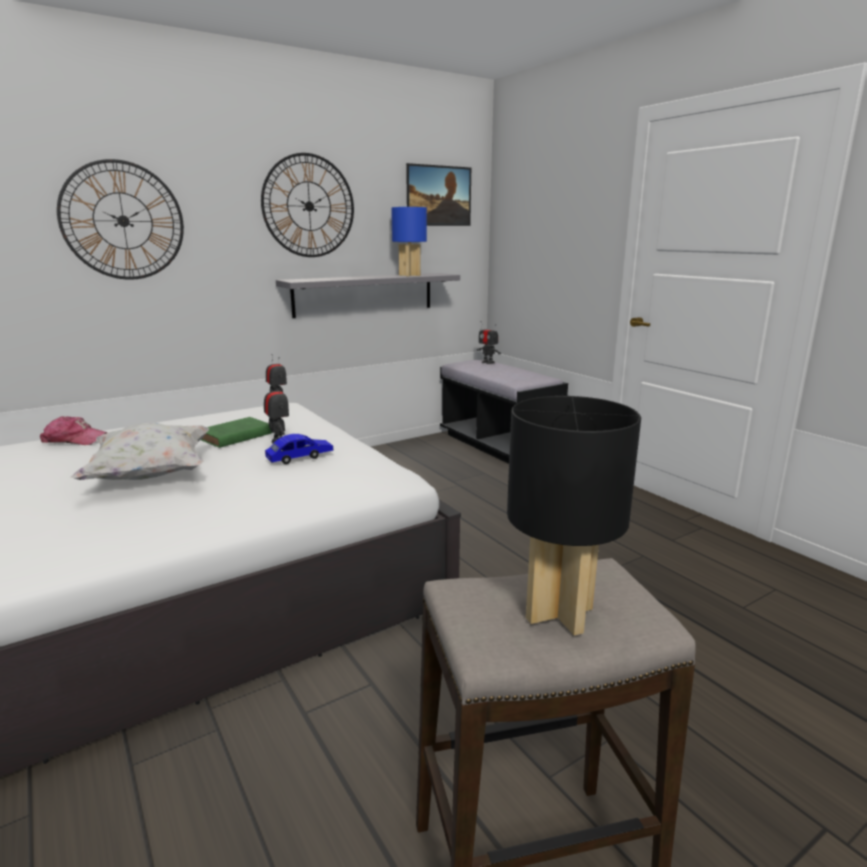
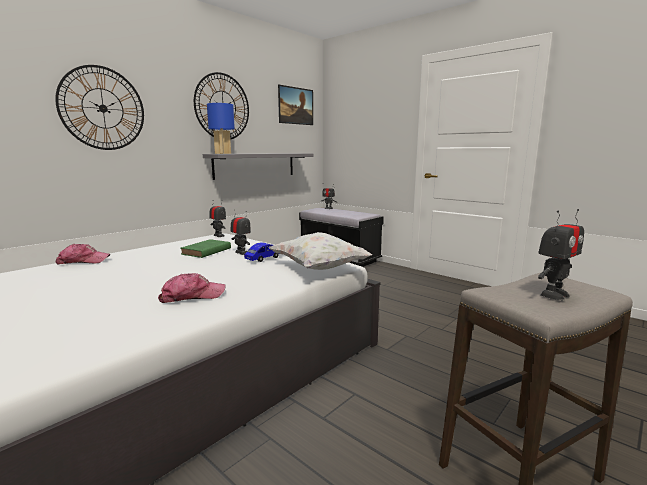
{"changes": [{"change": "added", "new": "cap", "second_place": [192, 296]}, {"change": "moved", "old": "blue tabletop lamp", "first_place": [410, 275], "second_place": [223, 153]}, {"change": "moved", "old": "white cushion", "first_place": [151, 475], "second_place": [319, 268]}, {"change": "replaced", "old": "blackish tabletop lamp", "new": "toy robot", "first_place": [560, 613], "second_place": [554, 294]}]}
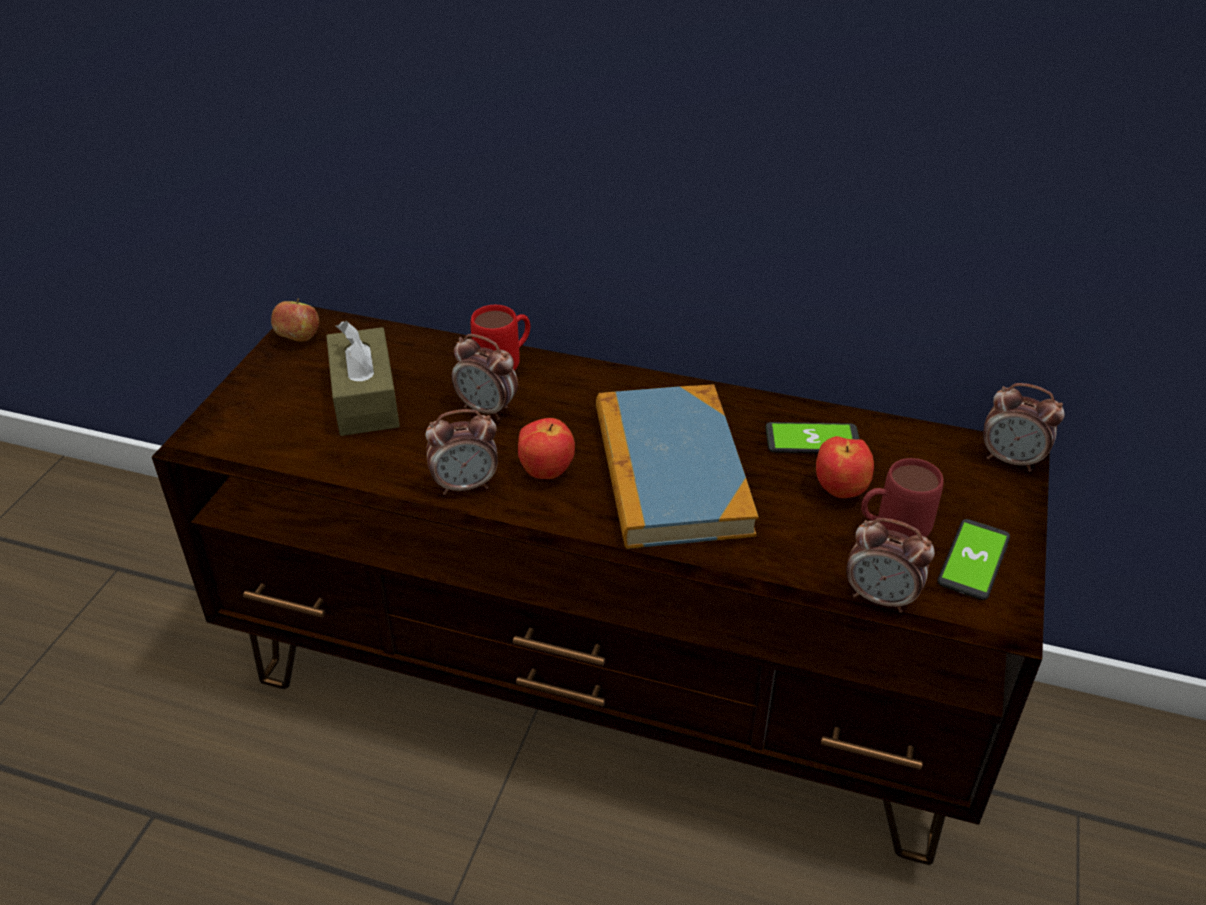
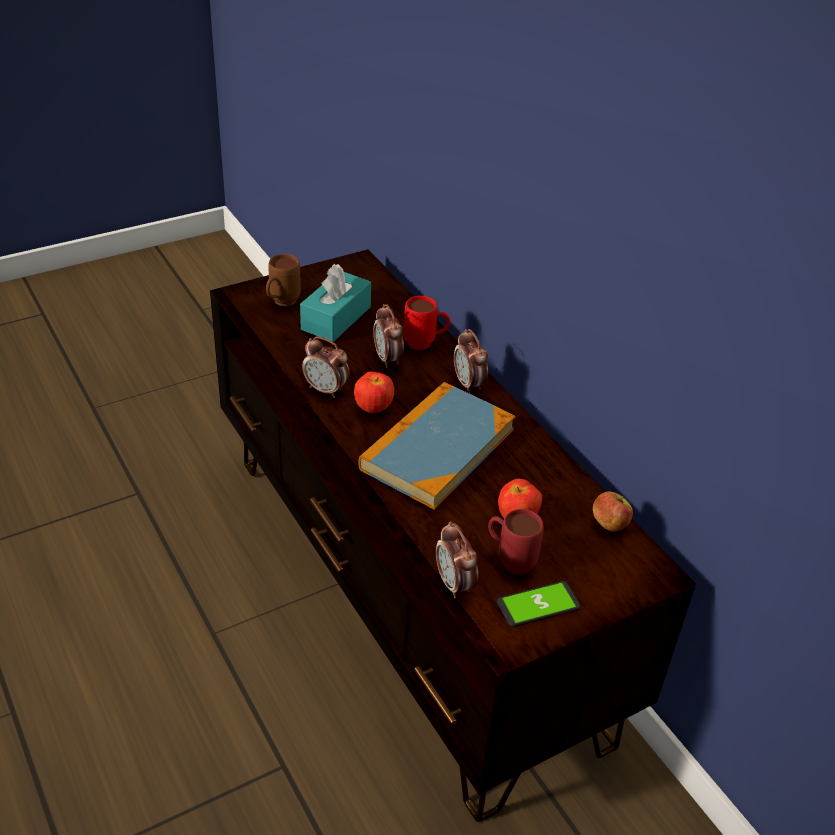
{"changes": [{"change": "added", "new": "brown tea mug", "second_place": [281, 304]}, {"change": "recoloured", "old": "brown box of tissues", "new": "turquoise-coloured box of tissues", "first_place": [365, 399], "second_place": [336, 318]}, {"change": "moved", "old": "bedside clock", "first_place": [1011, 460], "second_place": [469, 384]}, {"change": "moved", "old": "apple", "first_place": [298, 339], "second_place": [609, 524]}, {"change": "removed", "old": "phone", "first_place": [812, 440]}]}
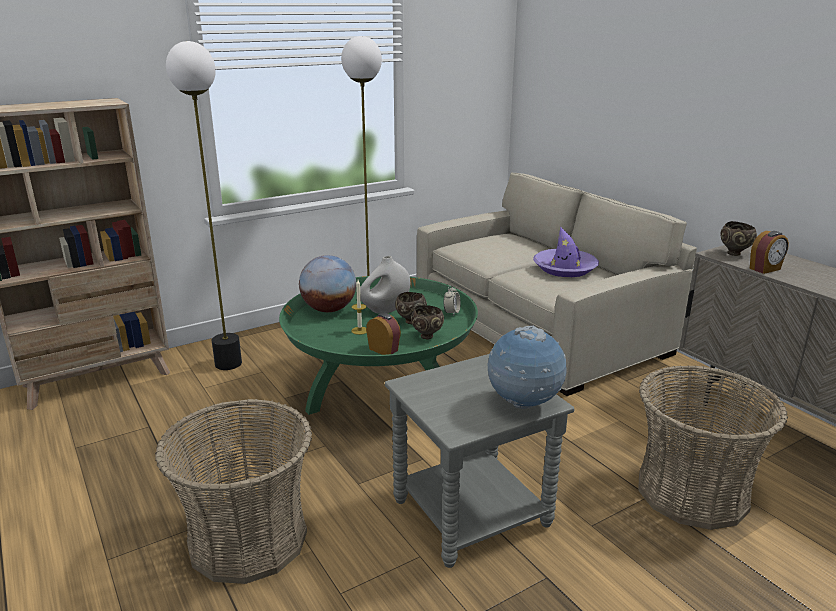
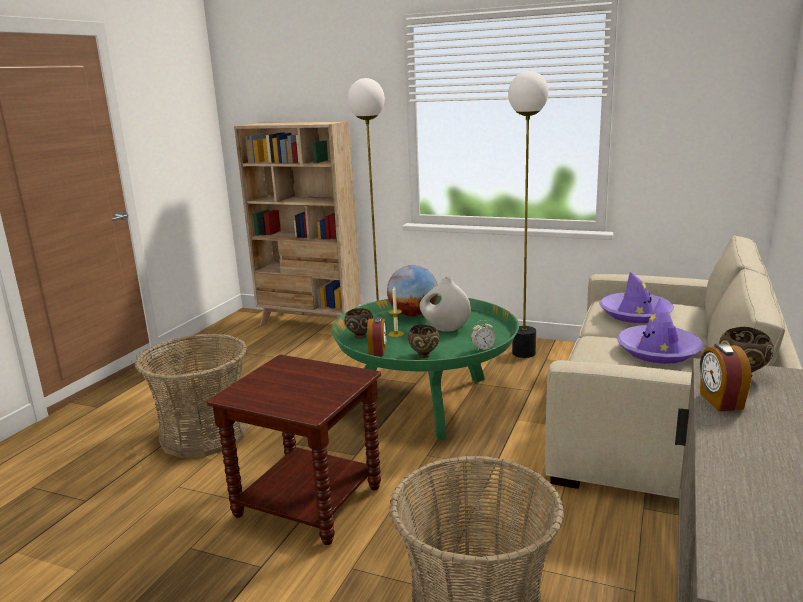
{"changes": [{"change": "recoloured", "old": "grey accent table", "new": "brown accent table", "first_place": [471, 512], "second_place": [309, 501]}, {"change": "moved", "old": "brown deep dish", "first_place": [410, 322], "second_place": [359, 336]}, {"change": "added", "new": "purple hat", "second_place": [635, 314]}, {"change": "turned", "old": "bedside clock", "first_place": [765, 269], "second_place": [720, 401], "degrees": 60}, {"change": "removed", "old": "desk globe", "first_place": [523, 404]}]}
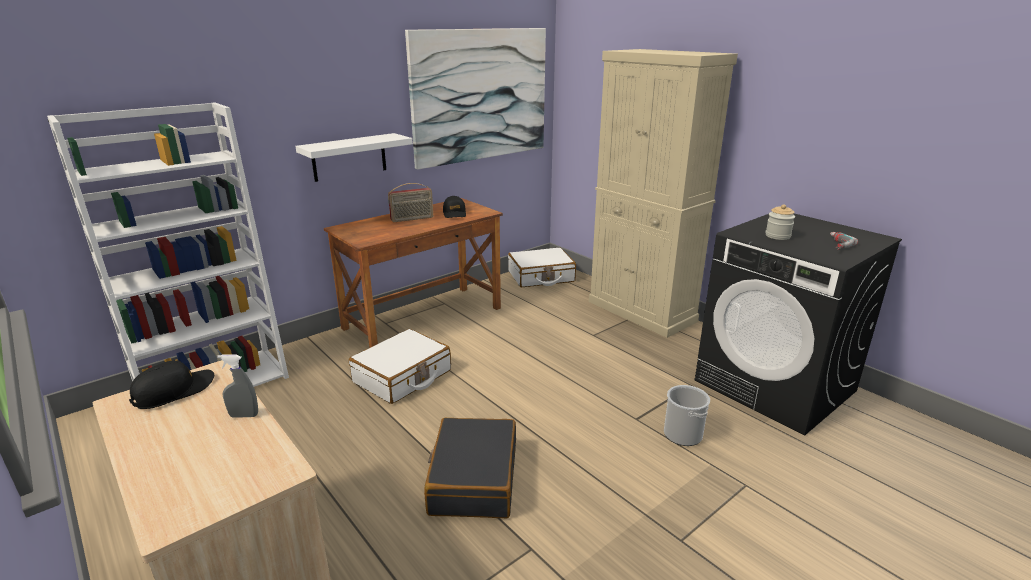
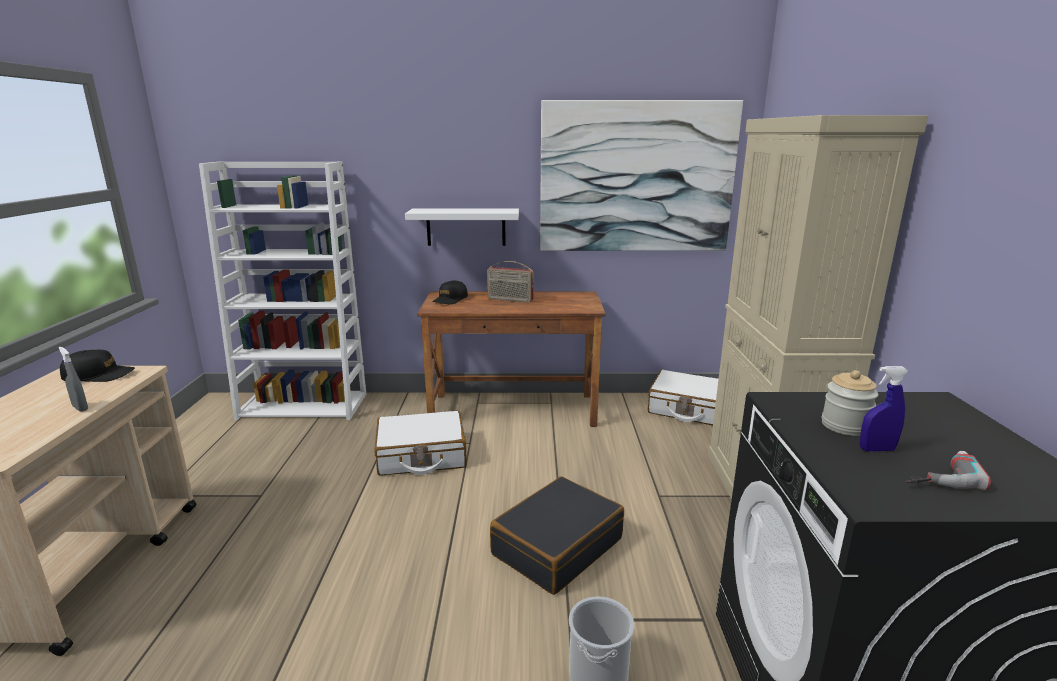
{"changes": [{"change": "moved", "old": "blackish cap", "first_place": [454, 213], "second_place": [450, 299]}, {"change": "moved", "old": "blackish piece of luggage", "first_place": [473, 479], "second_place": [557, 546]}, {"change": "added", "new": "blue sprayer", "second_place": [876, 449]}]}
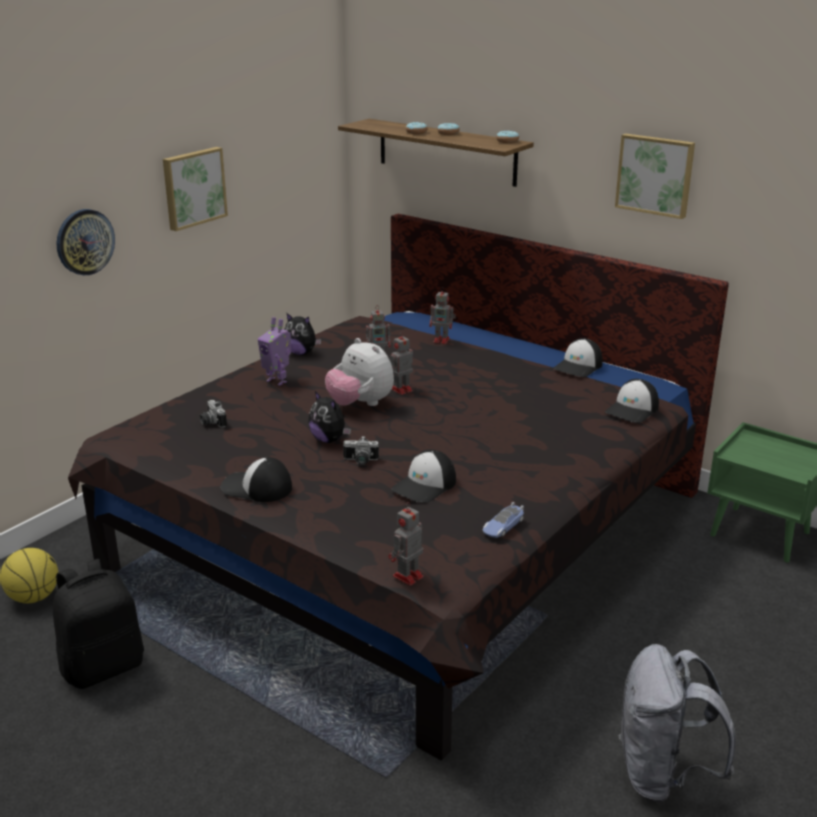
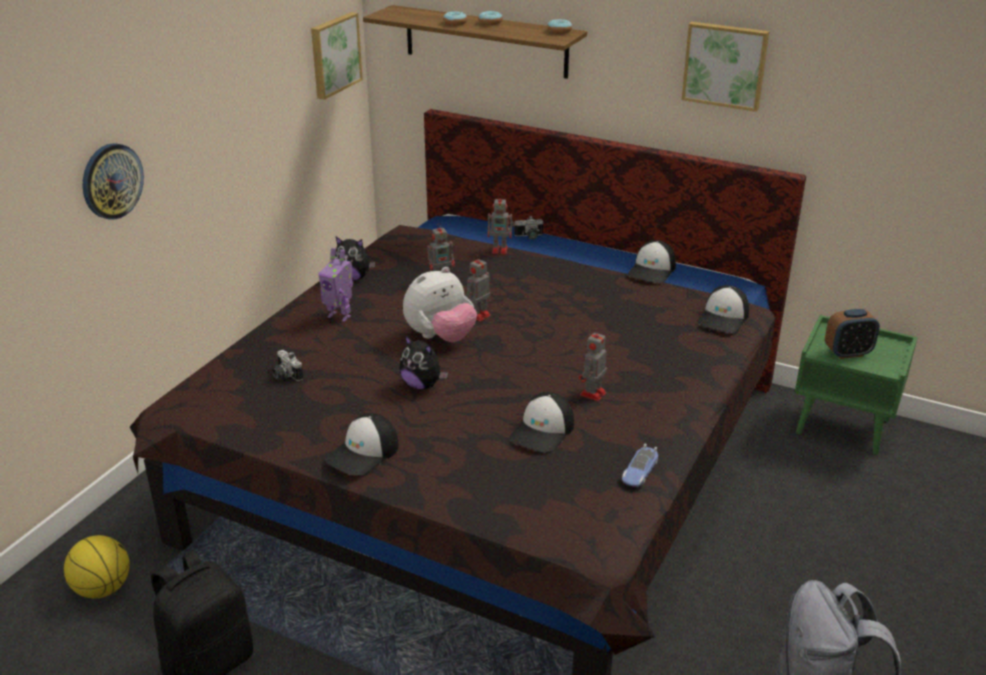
{"changes": [{"change": "moved", "old": "wall art", "first_place": [193, 187], "second_place": [334, 54]}, {"change": "turned", "old": "cap", "first_place": [256, 488], "second_place": [363, 453], "degrees": -60}, {"change": "turned", "old": "soft toy", "first_place": [360, 404], "second_place": [440, 337], "degrees": -75}, {"change": "moved", "old": "photo camera", "first_place": [360, 461], "second_place": [529, 237]}, {"change": "moved", "old": "toy robot", "first_place": [407, 577], "second_place": [592, 394]}, {"change": "added", "new": "bedside clock", "second_place": [848, 353]}]}
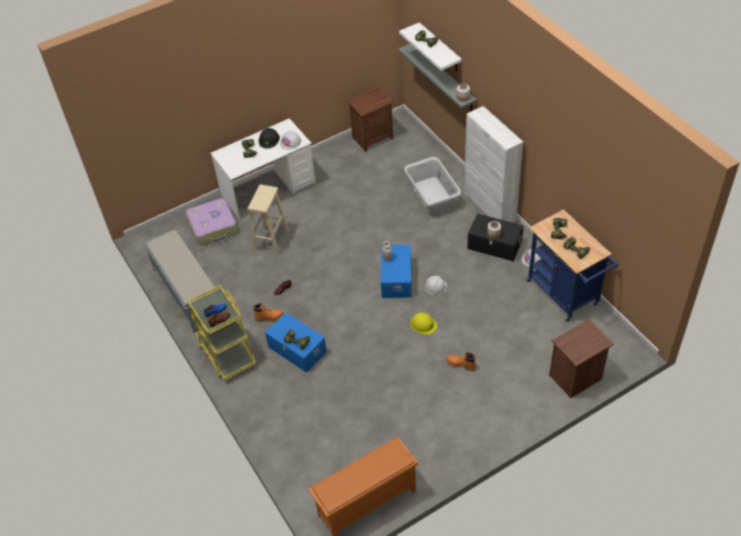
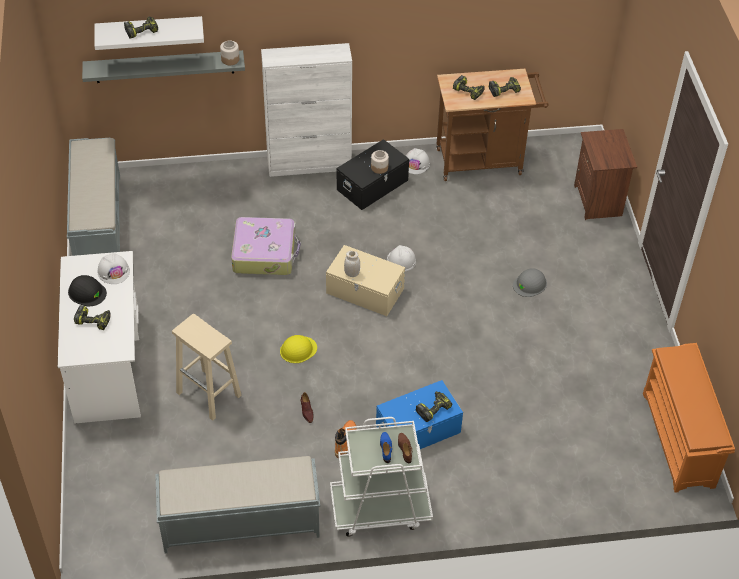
{"changes": [{"change": "replaced", "old": "brown night table", "new": "grey long seat", "first_place": [372, 137], "second_place": [98, 222]}, {"change": "moved", "old": "piece of luggage", "first_place": [213, 227], "second_place": [265, 253]}, {"change": "moved", "old": "yellowish safety helmet", "first_place": [423, 324], "second_place": [298, 349]}, {"change": "recoloured", "old": "blue storage bin", "new": "beige-coloured storage bin", "first_place": [396, 279], "second_place": [365, 291]}, {"change": "recoloured", "old": "yellowish trolley", "new": "white trolley", "first_place": [227, 353], "second_place": [380, 509]}, {"change": "recoloured", "old": "blue trolley", "new": "brown trolley", "first_place": [565, 295], "second_place": [484, 161]}, {"change": "replaced", "old": "orange boot", "new": "grey safety helmet", "first_place": [461, 364], "second_place": [530, 284]}, {"change": "removed", "old": "grey hamper", "first_place": [432, 196]}]}
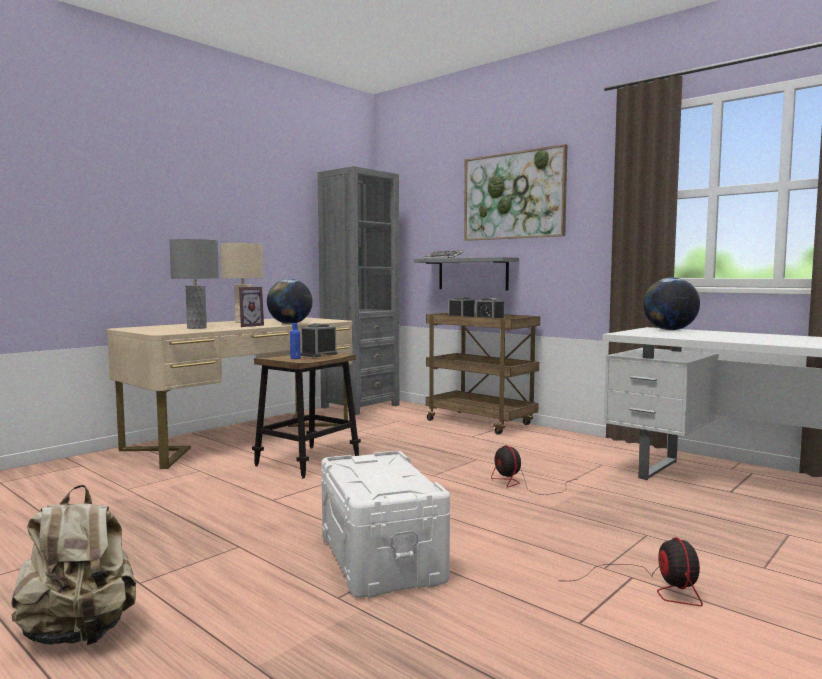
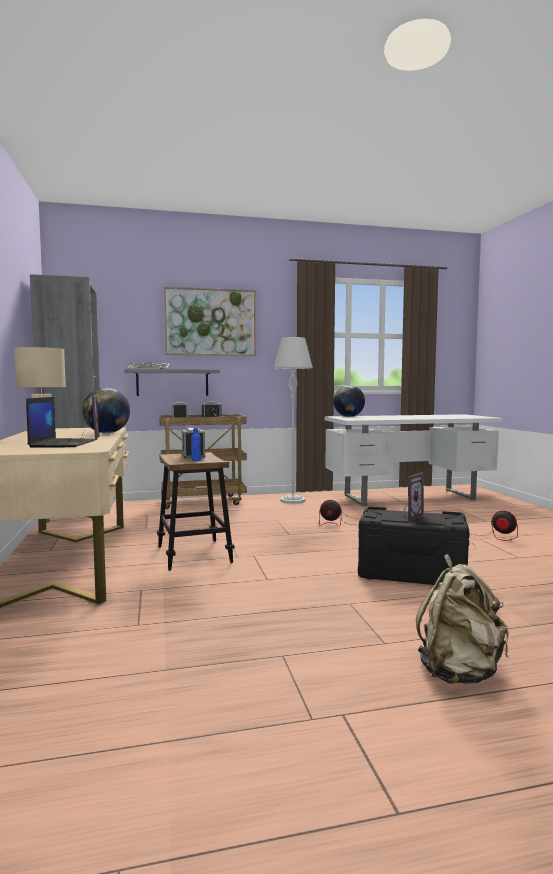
{"changes": [{"change": "replaced", "old": "grey tabletop lamp", "new": "laptop", "first_place": [197, 328], "second_place": [63, 443]}, {"change": "added", "new": "grey standing lamp", "second_place": [292, 500]}, {"change": "recoloured", "old": "white storage bin", "new": "blackish storage bin", "first_place": [382, 557], "second_place": [411, 572]}, {"change": "added", "new": "photo frame", "second_place": [409, 516]}]}
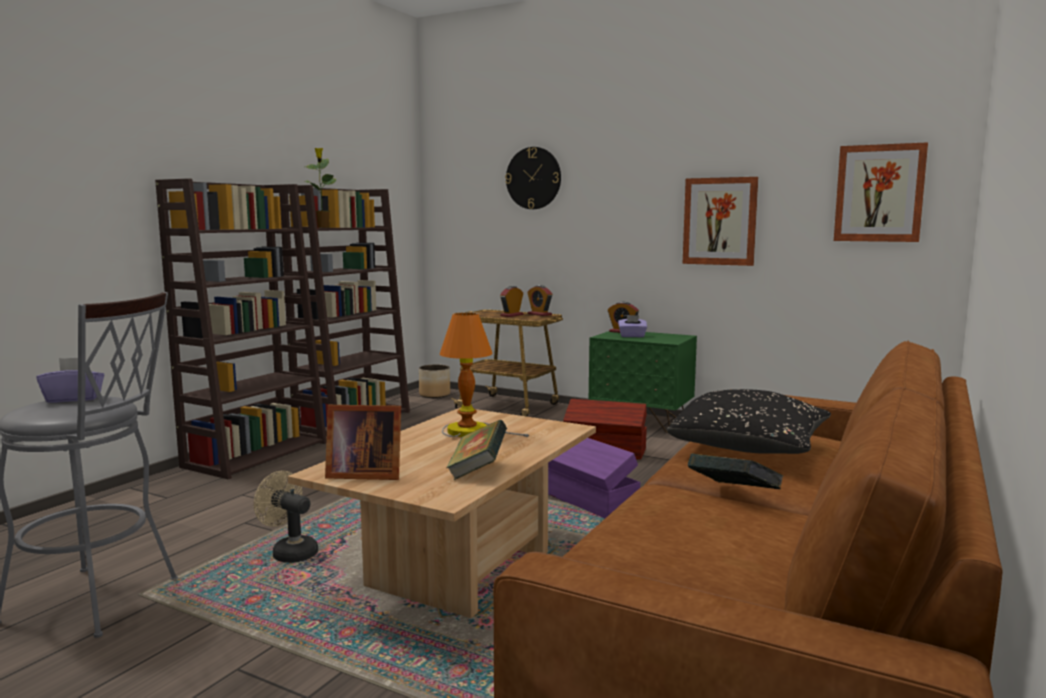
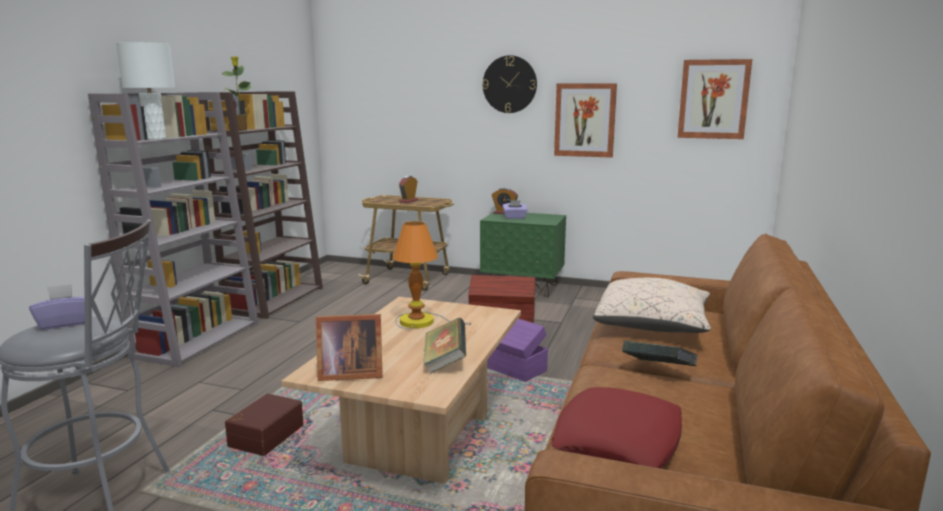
{"changes": [{"change": "recoloured", "old": "brown shelving unit", "new": "grey shelving unit", "first_place": [257, 454], "second_place": [197, 339]}, {"change": "added", "new": "white tabletop lamp", "second_place": [155, 138]}, {"change": "replaced", "old": "beige-coloured cooling fan", "new": "brown storage bin", "first_place": [290, 552], "second_place": [265, 436]}, {"change": "moved", "old": "clock on the wall", "first_place": [533, 178], "second_place": [509, 84]}, {"change": "added", "new": "red cushion", "second_place": [618, 440]}, {"change": "recoloured", "old": "blackish cushion", "new": "beige-coloured cushion", "first_place": [749, 448], "second_place": [652, 325]}, {"change": "removed", "old": "plant pot", "first_place": [435, 394]}, {"change": "removed", "old": "bedside clock", "first_place": [539, 314]}]}
